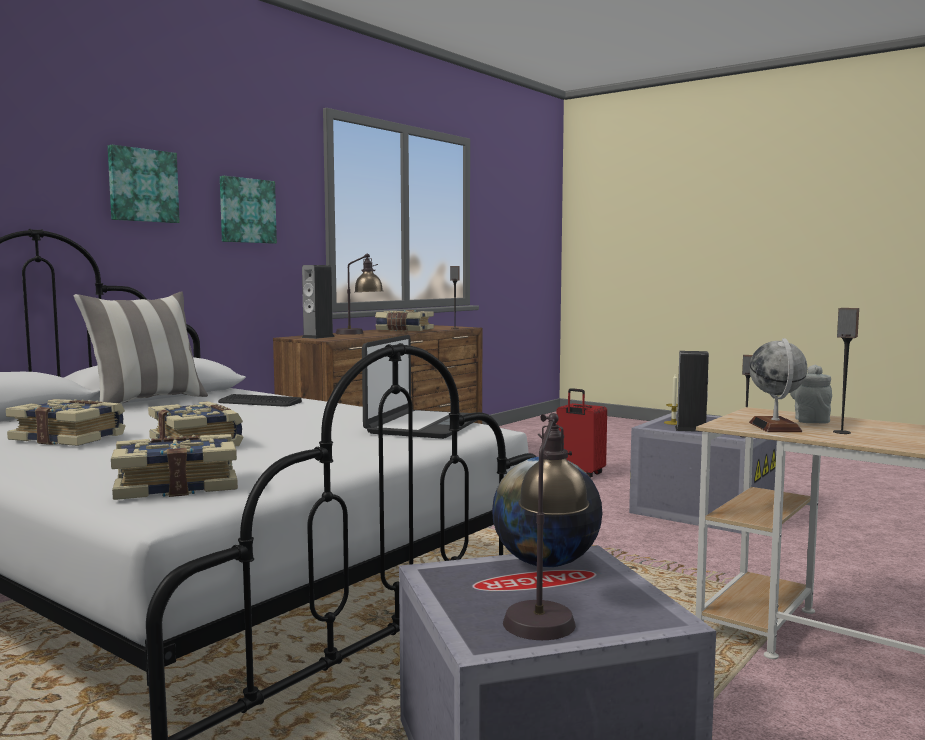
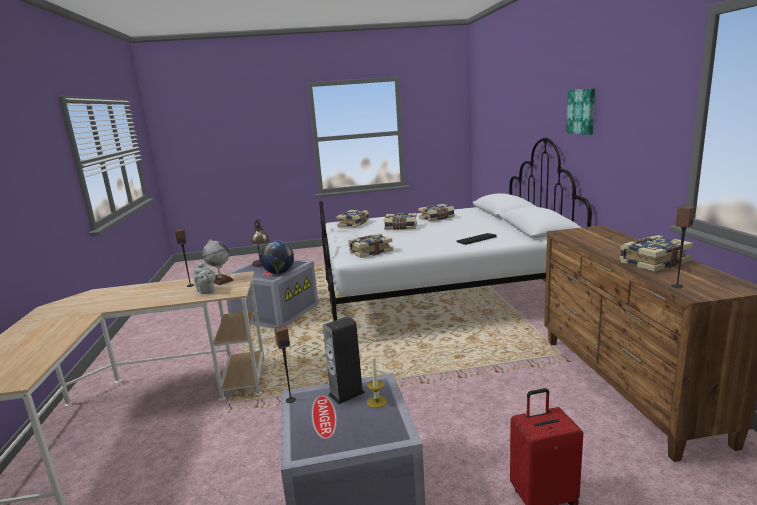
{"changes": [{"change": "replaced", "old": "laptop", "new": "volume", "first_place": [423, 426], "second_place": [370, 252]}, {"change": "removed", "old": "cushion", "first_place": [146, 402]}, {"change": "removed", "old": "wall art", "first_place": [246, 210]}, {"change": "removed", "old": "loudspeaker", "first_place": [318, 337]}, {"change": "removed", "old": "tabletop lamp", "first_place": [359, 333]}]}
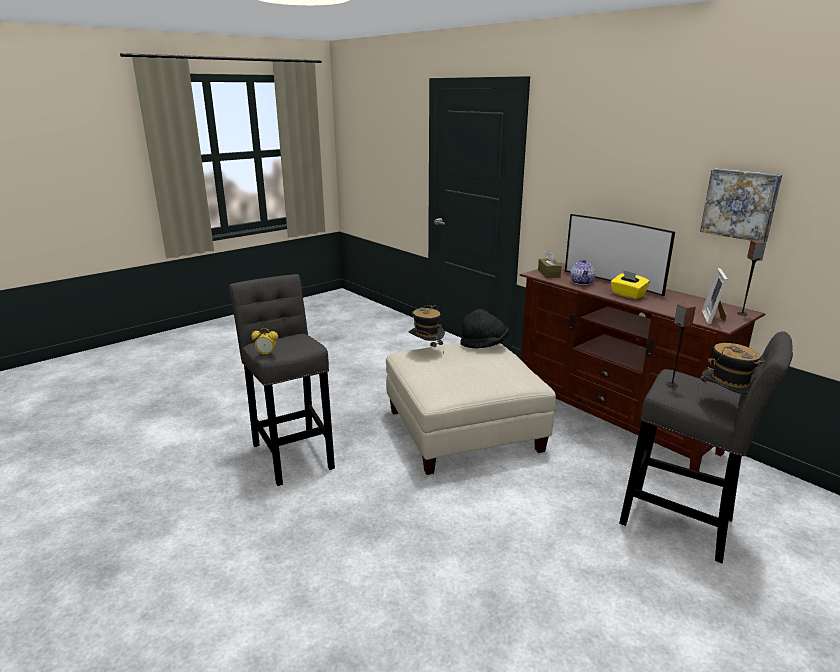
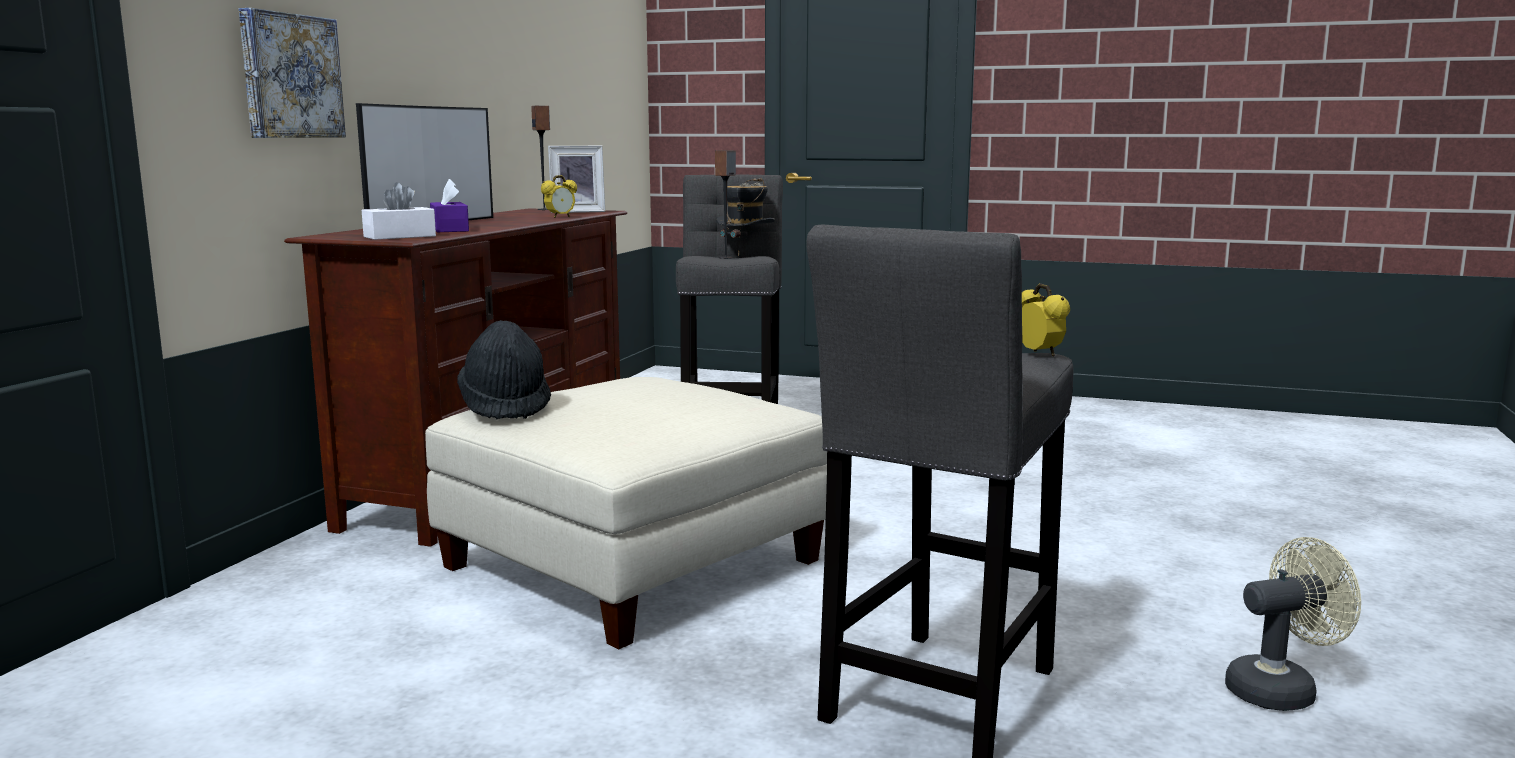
{"changes": [{"change": "moved", "old": "wall art", "first_place": [740, 204], "second_place": [289, 76]}, {"change": "recoloured", "old": "brown box of tissues", "new": "white box of tissues", "first_place": [548, 273], "second_place": [399, 236]}, {"change": "replaced", "old": "pot for tea", "new": "purple box of tissues", "first_place": [582, 282], "second_place": [449, 229]}, {"change": "added", "new": "bedside clock", "second_place": [560, 217]}, {"change": "added", "new": "beige-coloured cooling fan", "second_place": [1281, 690]}, {"change": "removed", "old": "hat", "first_place": [426, 350]}, {"change": "removed", "old": "yellowish box of tissues", "first_place": [627, 295]}]}
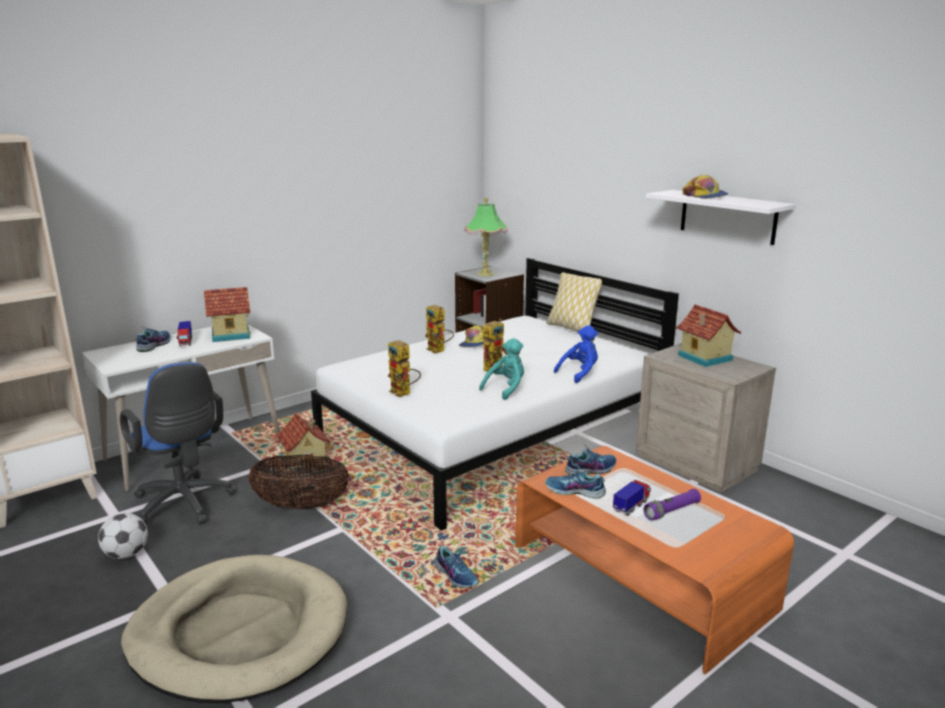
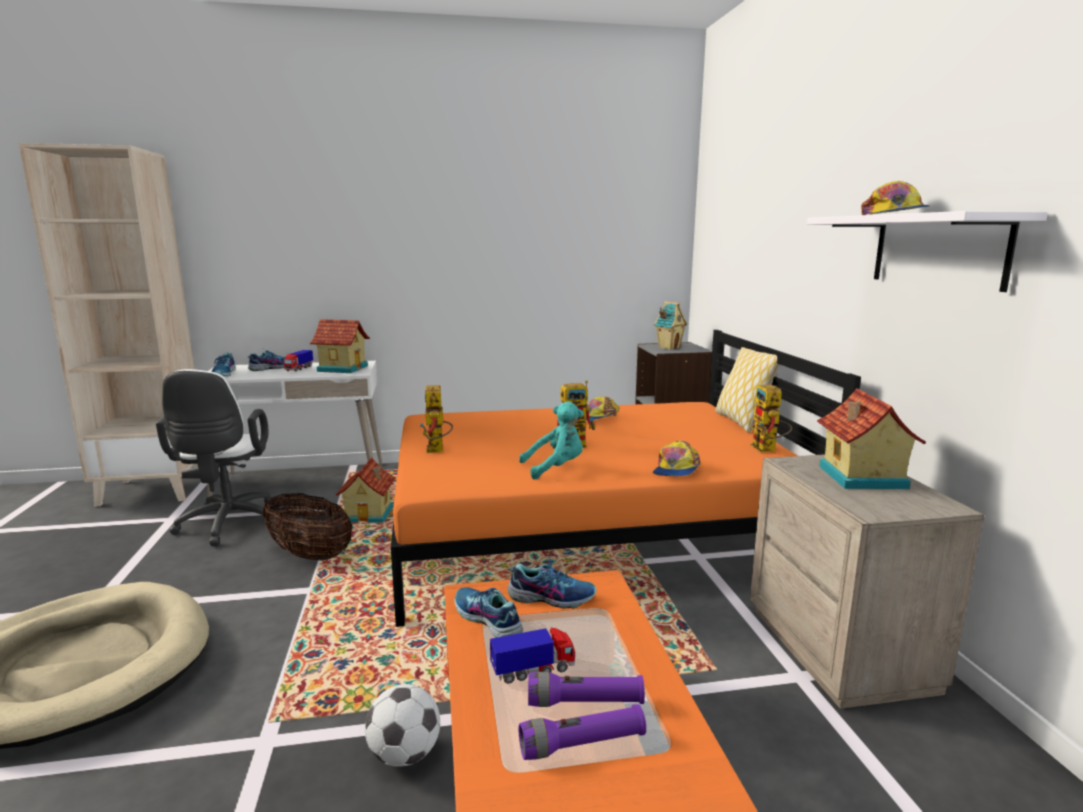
{"changes": [{"change": "recoloured", "old": "blue office chair", "new": "white office chair", "first_place": [185, 505], "second_place": [227, 525]}, {"change": "moved", "old": "low shoe", "first_place": [456, 575], "second_place": [224, 373]}, {"change": "moved", "old": "football", "first_place": [126, 554], "second_place": [405, 754]}, {"change": "recoloured", "old": "white bed", "new": "orange bed", "first_place": [493, 435], "second_place": [589, 534]}, {"change": "added", "new": "purple hand torch", "second_place": [582, 744]}, {"change": "replaced", "old": "blue soft toy", "new": "cap", "first_place": [579, 373], "second_place": [676, 469]}, {"change": "replaced", "old": "tabletop lamp", "new": "miniature house", "first_place": [485, 274], "second_place": [669, 348]}, {"change": "moved", "old": "toy robot", "first_place": [439, 351], "second_place": [768, 450]}]}
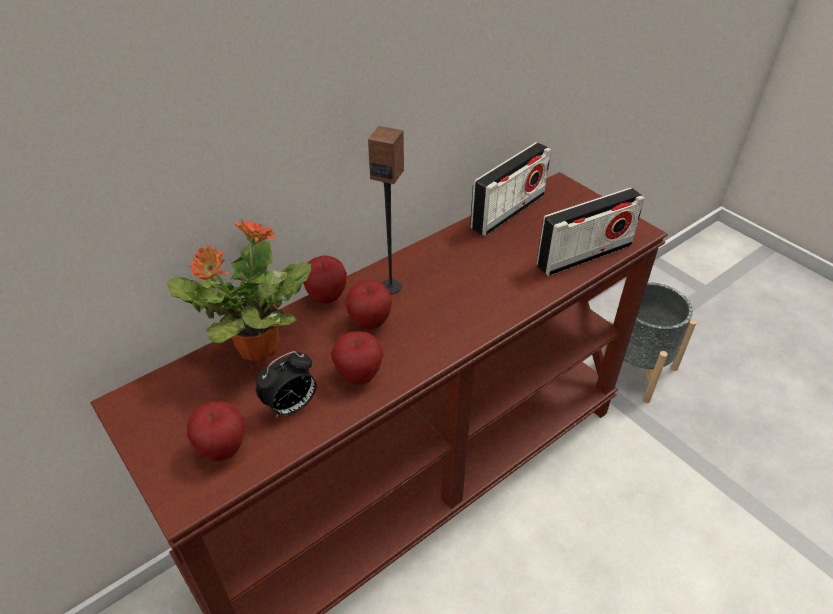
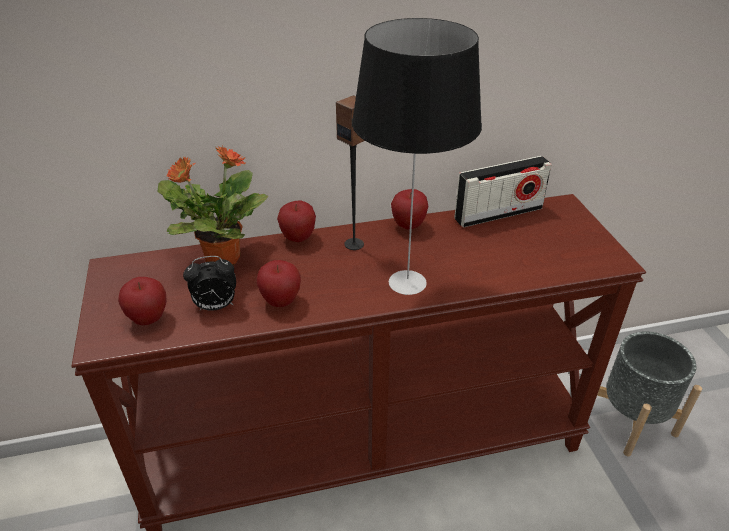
{"changes": [{"change": "added", "new": "tabletop lamp", "second_place": [409, 282]}, {"change": "moved", "old": "apple", "first_place": [370, 323], "second_place": [408, 225]}, {"change": "removed", "old": "radio set", "first_place": [584, 255]}]}
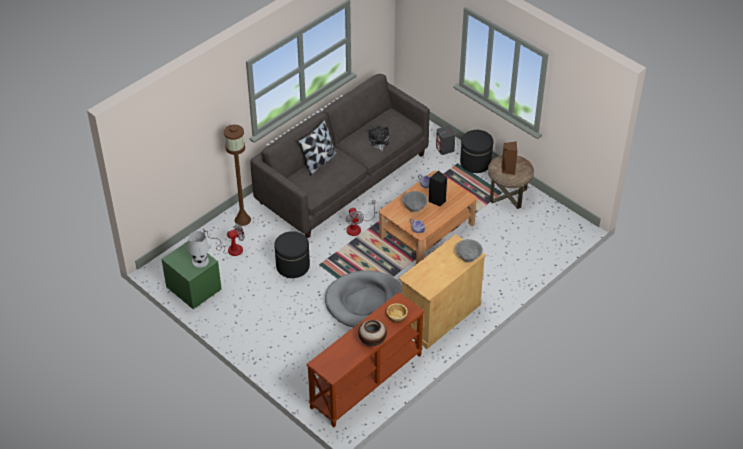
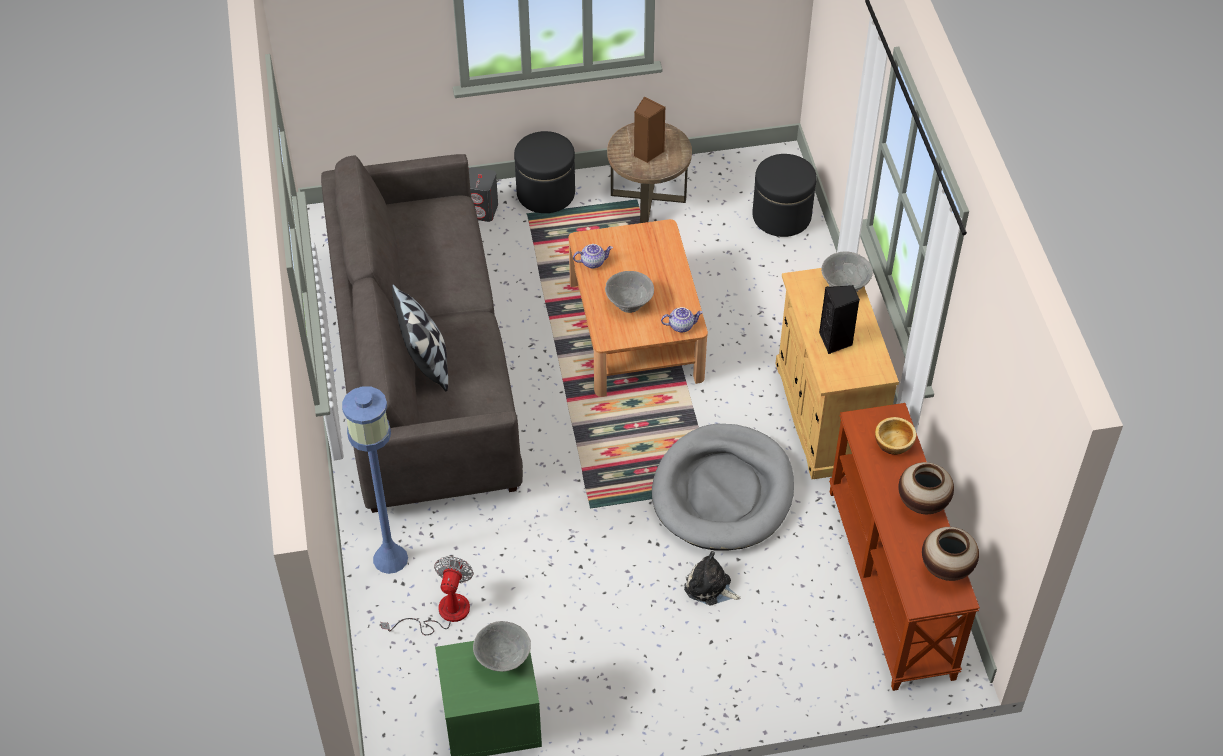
{"changes": [{"change": "recoloured", "old": "brown standing lamp", "new": "blue standing lamp", "first_place": [242, 219], "second_place": [390, 558]}, {"change": "replaced", "old": "white tabletop lamp", "new": "grey deep dish", "first_place": [200, 261], "second_place": [503, 658]}, {"change": "moved", "old": "soft toy", "first_place": [379, 141], "second_place": [710, 587]}, {"change": "moved", "old": "blackish footrest", "first_place": [293, 266], "second_place": [781, 216]}, {"change": "moved", "old": "blackish loudspeaker", "first_place": [437, 201], "second_place": [836, 341]}, {"change": "added", "new": "vase", "second_place": [946, 568]}, {"change": "removed", "old": "cooling fan", "first_place": [357, 227]}]}
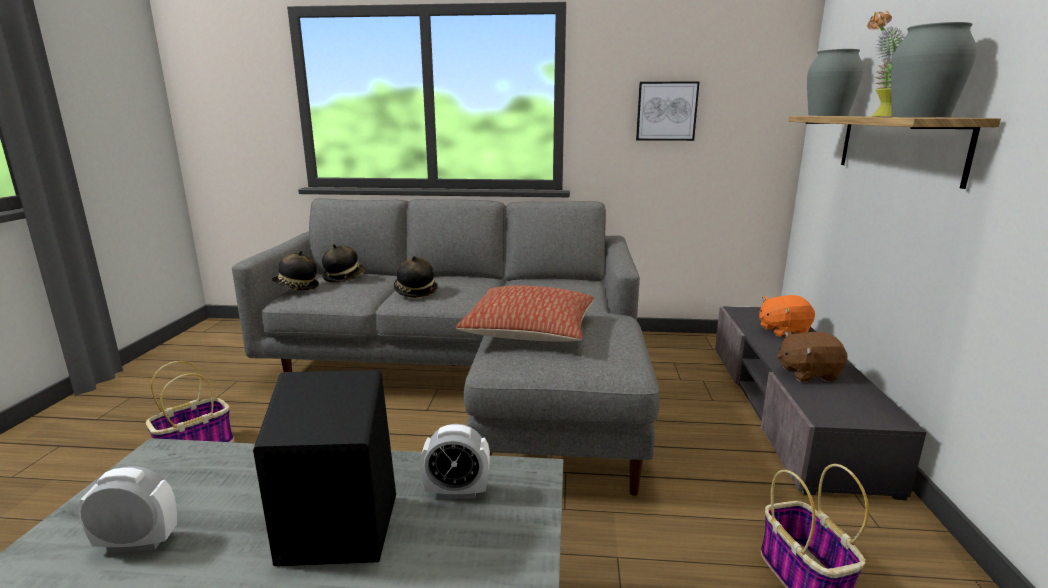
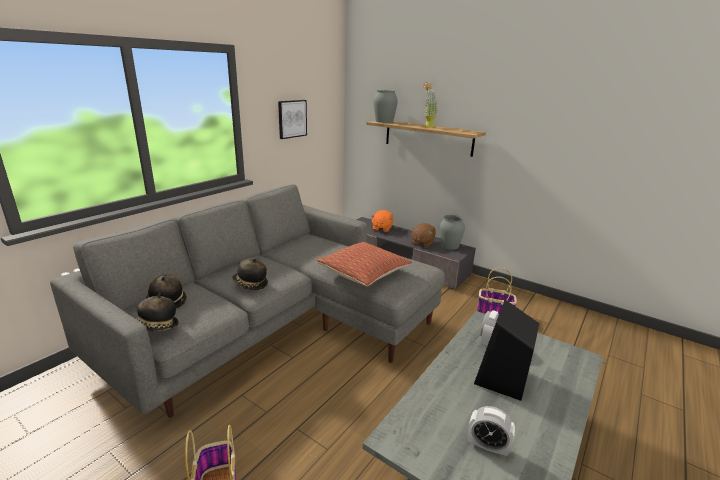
{"changes": [{"change": "moved", "old": "grey vase", "first_place": [920, 117], "second_place": [449, 246]}, {"change": "turned", "old": "bedside clock", "first_place": [137, 543], "second_place": [487, 447], "degrees": -90}]}
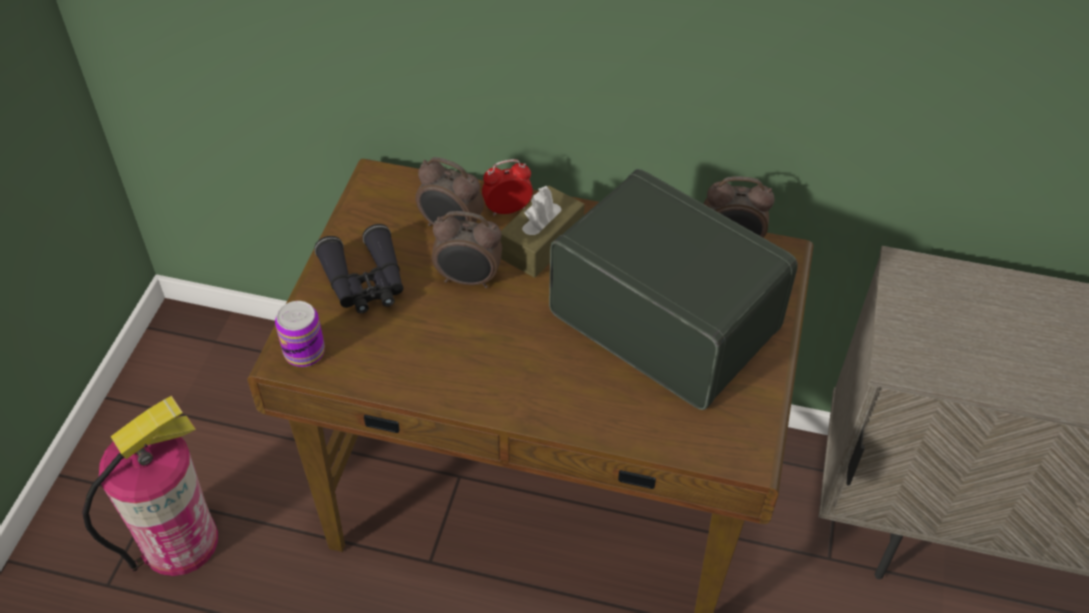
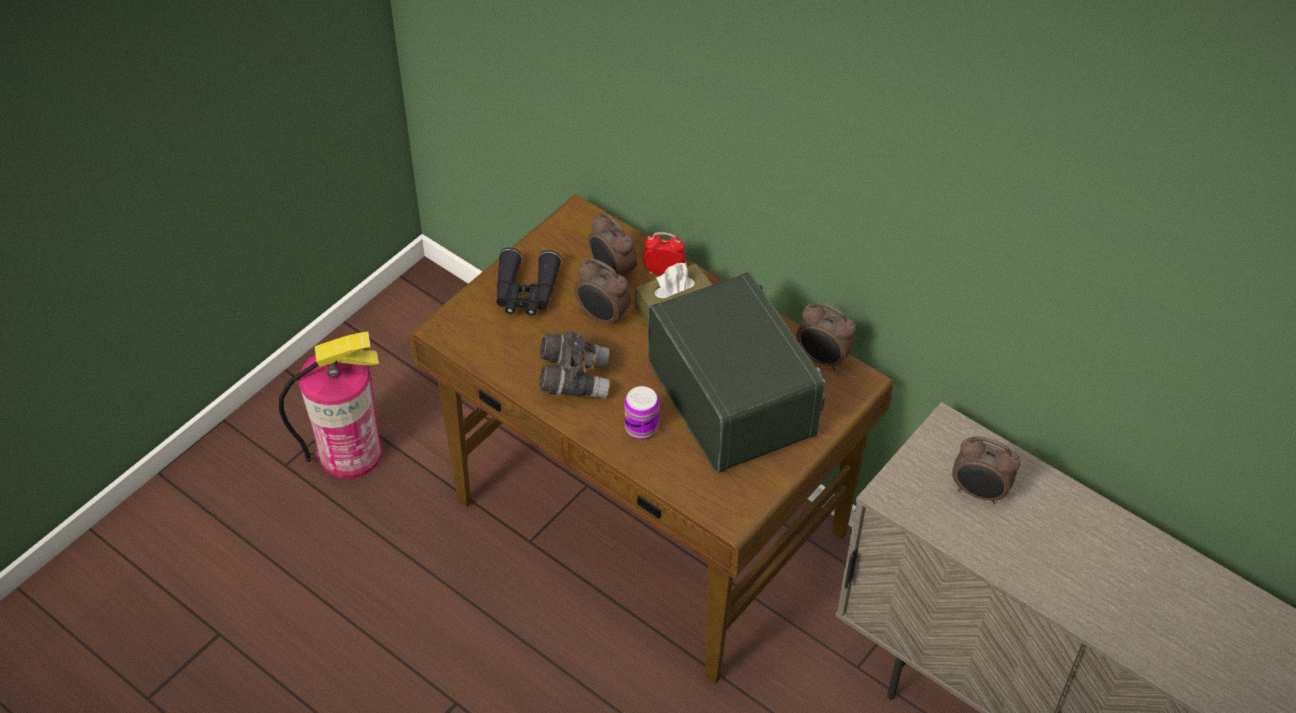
{"changes": [{"change": "added", "new": "grey binoculars", "second_place": [574, 378]}, {"change": "moved", "old": "metal can", "first_place": [304, 352], "second_place": [641, 428]}, {"change": "added", "new": "bedside clock", "second_place": [978, 493]}]}
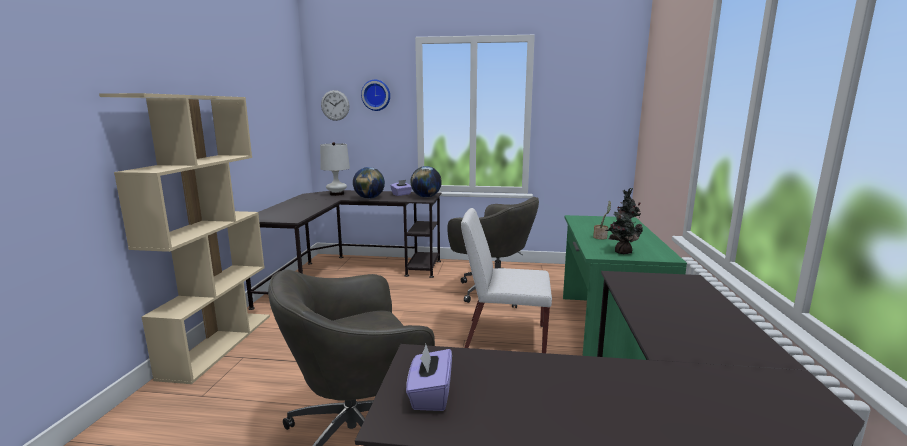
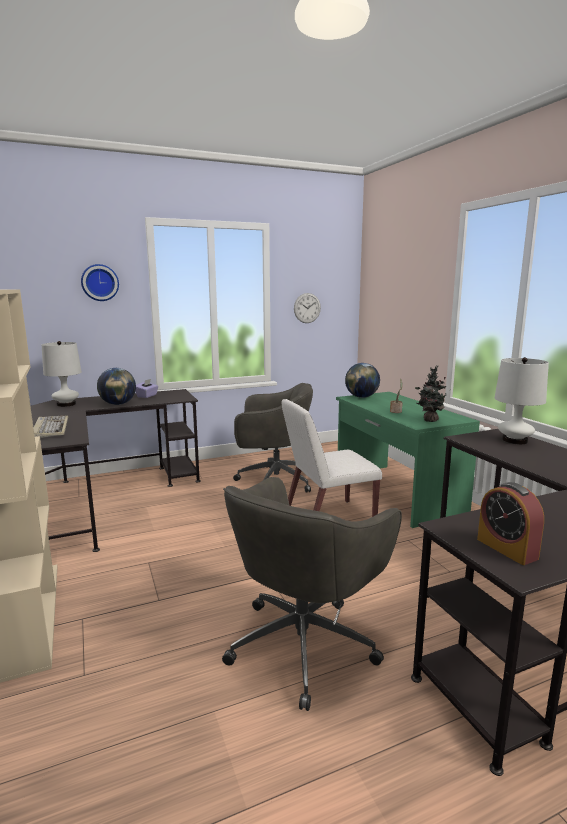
{"changes": [{"change": "added", "new": "keyboard", "second_place": [50, 428]}, {"change": "moved", "old": "clock on the wall", "first_place": [335, 105], "second_place": [307, 308]}, {"change": "moved", "old": "desk globe", "first_place": [426, 197], "second_place": [361, 397]}, {"change": "replaced", "old": "purple box of tissues", "new": "bedside clock", "first_place": [430, 395], "second_place": [506, 548]}, {"change": "added", "new": "white tabletop lamp", "second_place": [514, 440]}]}
